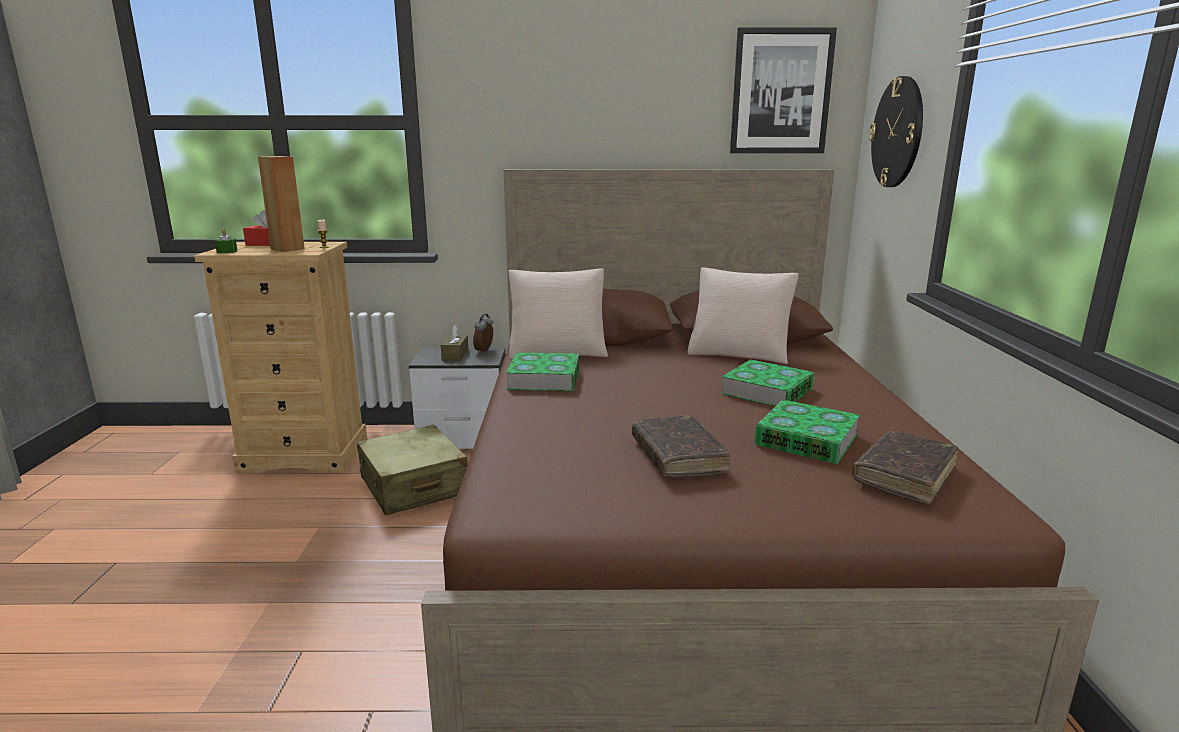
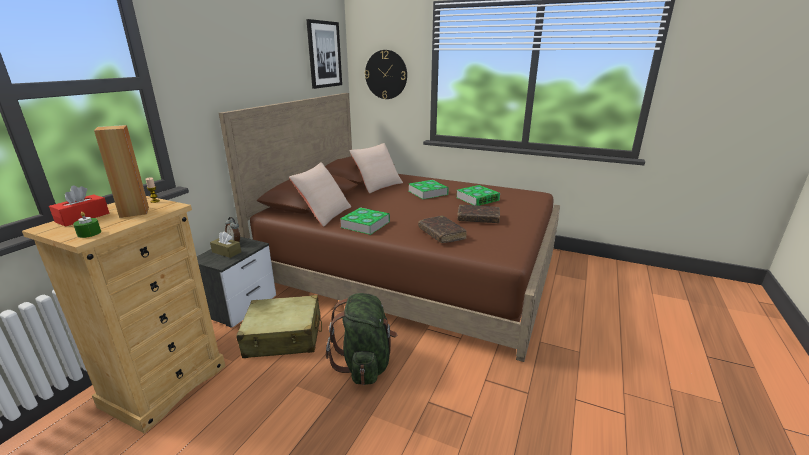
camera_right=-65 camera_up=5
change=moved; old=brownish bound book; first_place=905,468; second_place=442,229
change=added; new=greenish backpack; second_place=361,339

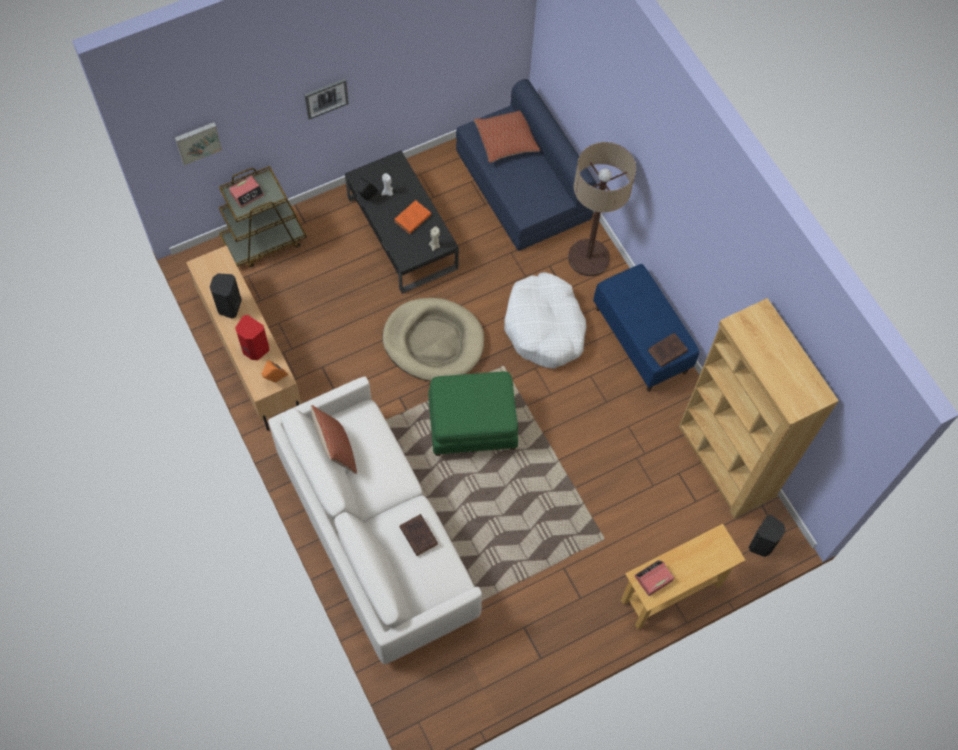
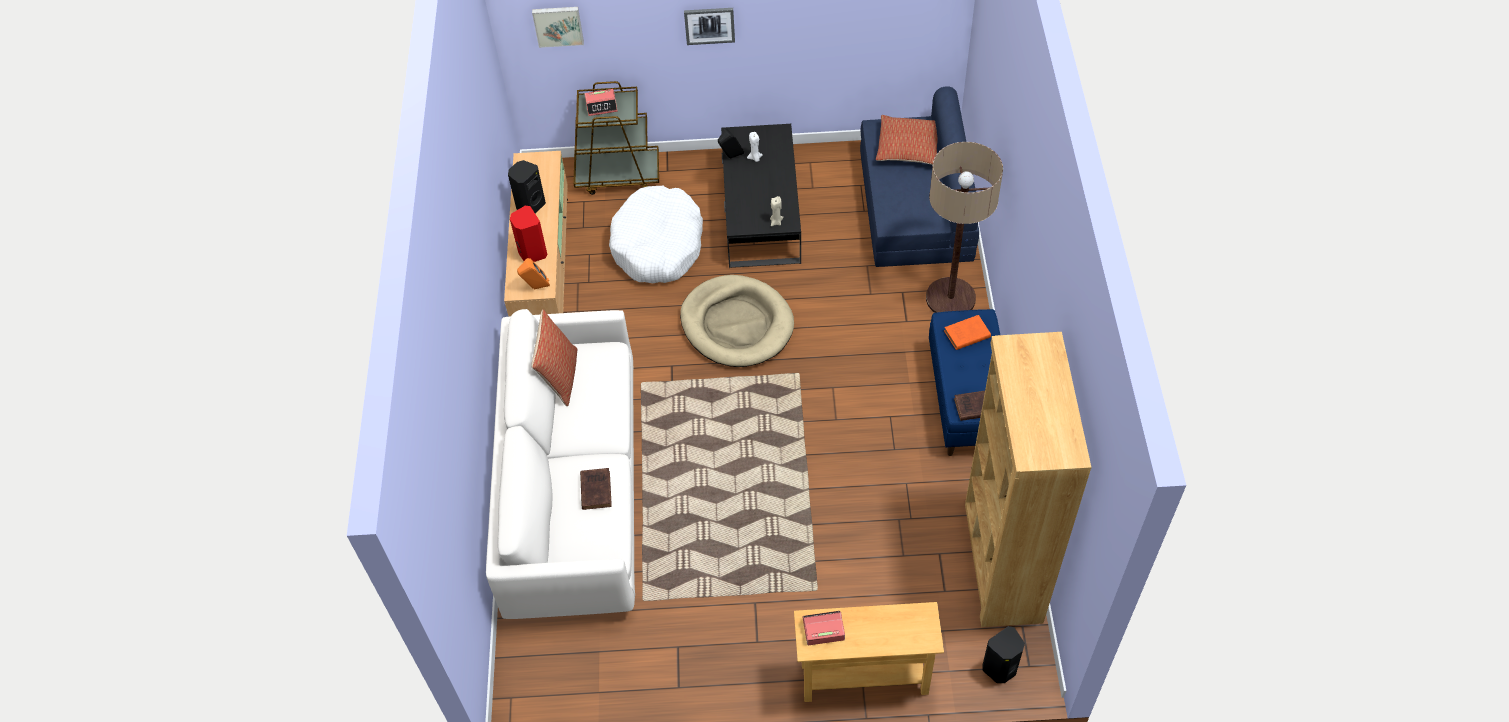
camera_right=30 camera_up=-10
change=moved; old=orange-coloured bound book; first_place=412,217; second_place=967,332
change=removed; old=greenish pouffe; first_place=473,413
change=moved; old=white-coloured dog bed; first_place=545,320; second_place=656,234

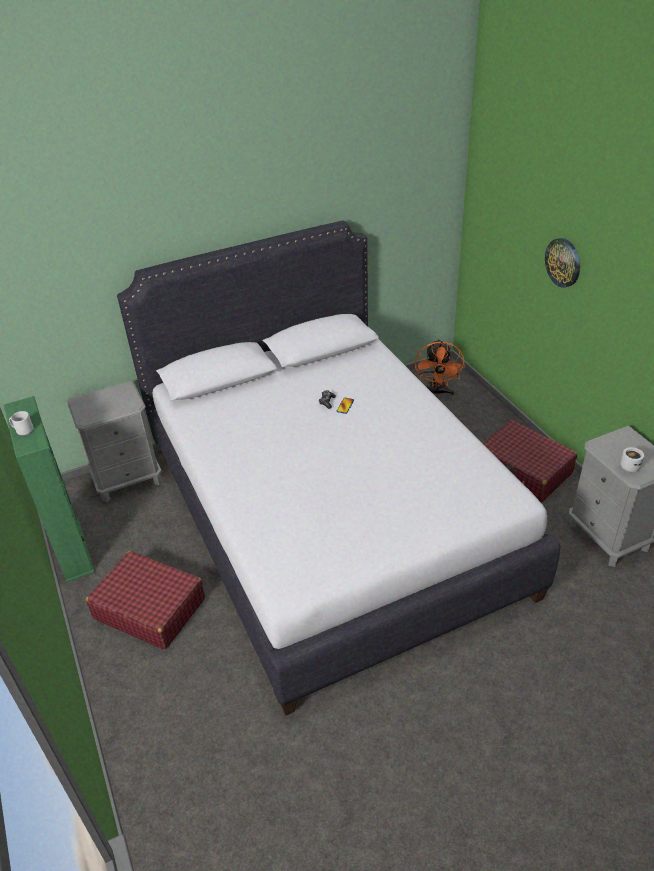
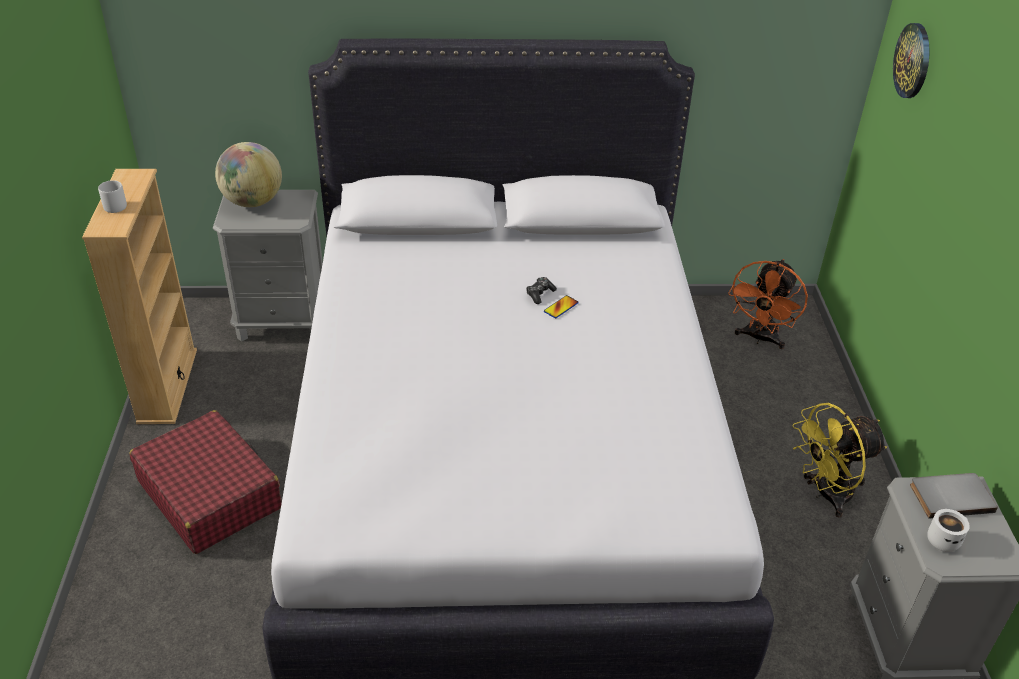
camera_right=20 camera_up=0
change=recoloured; old=greenish shelving unit; new=sand-coloured shelving unit; first_place=49,489; second_place=139,296
change=replaced; old=reddish travel case; new=yellowish cooling fan; first_place=530,461; second_place=839,460
change=moved; old=clock on the wall; first_place=562,263; second_place=911,60
change=added; new=desk globe; second_place=248,174
change=added; new=greyish bound book; second_place=954,496

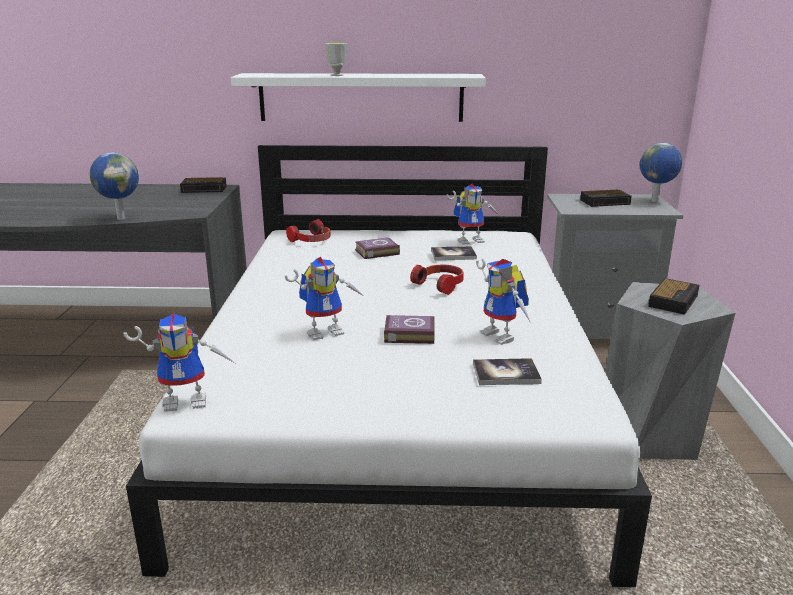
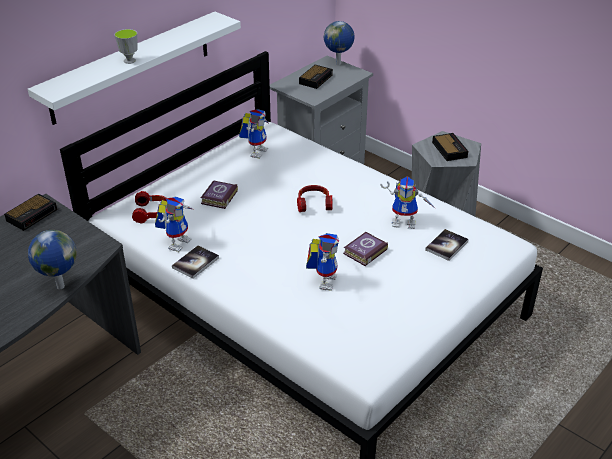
camera_right=-50 camera_up=15
change=moved; old=robot figure; first_place=179,362; second_place=174,224
change=moved; old=bound book; first_place=454,253; second_place=195,262

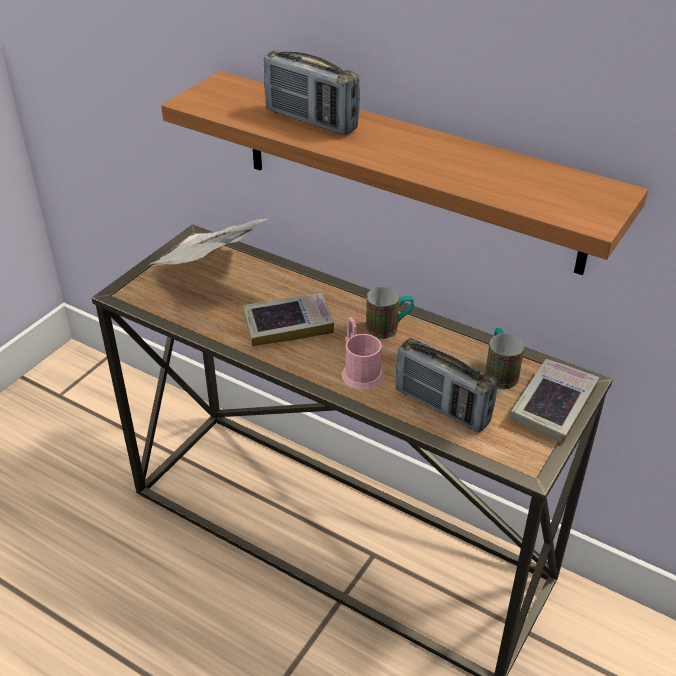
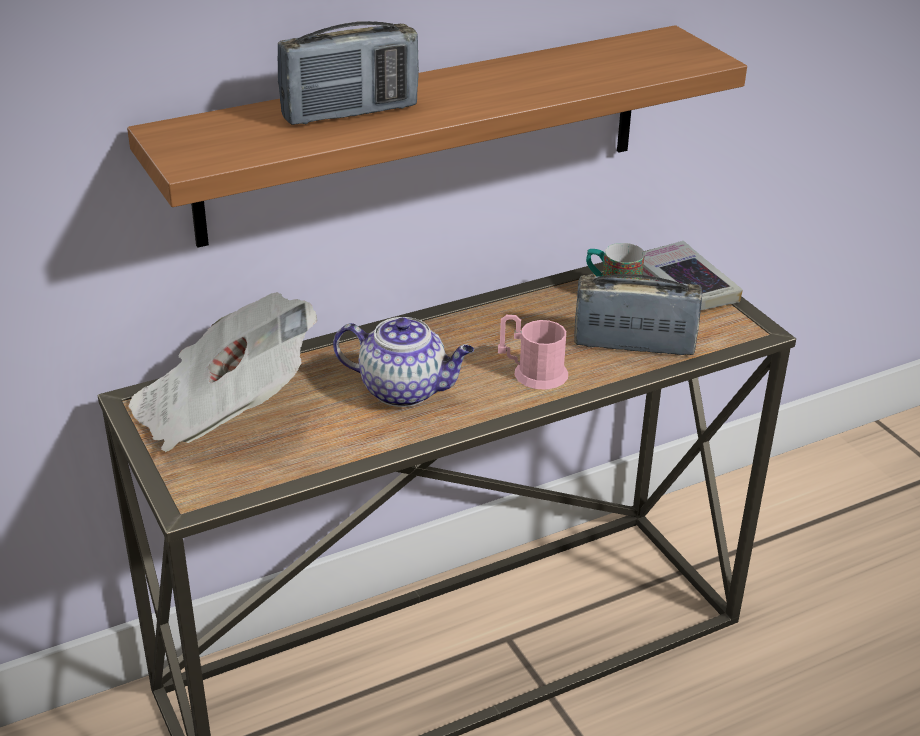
camera_right=-60 camera_up=-5
change=replaced; old=bound book; new=pot for tea; first_place=288,320; second_place=403,362
change=removed; old=tea mug; first_place=390,313
change=turned; old=radio set; first_place=446,385; second_place=638,314; degrees=-150

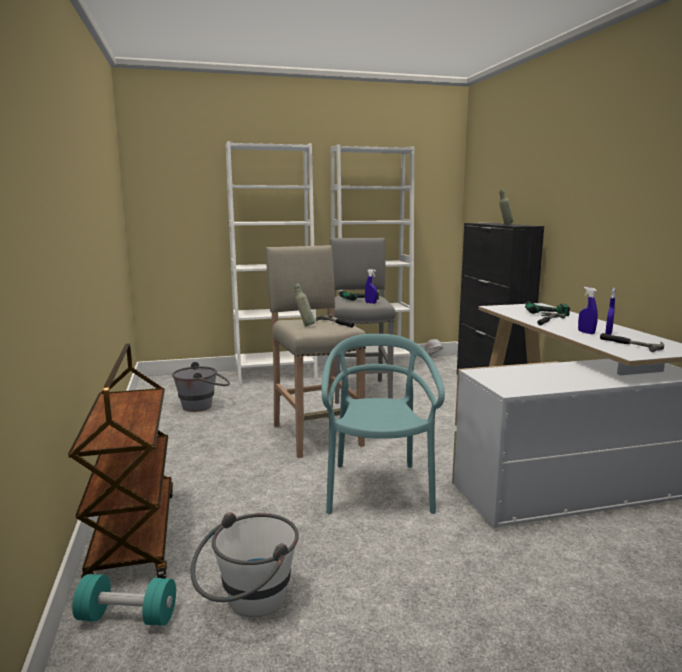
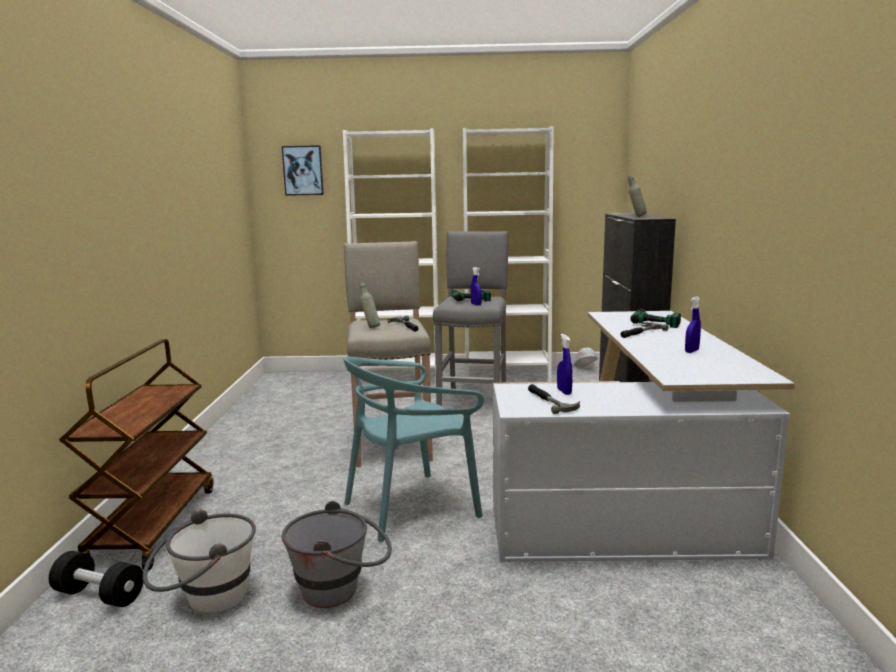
camera_right=15 camera_up=0
change=recoloured; old=blue-green dumbbell; new=black-coloured dumbbell; first_place=124,600; second_place=96,579
change=moved; old=greyish water bucket; first_place=201,387; second_place=337,554
change=turned; old=blue-green chair; first_place=383,424; second_place=413,449; degrees=-135
change=moved; old=blue-coloured spray bottle; first_place=588,310; second_place=565,364
change=moved; old=hand hammer; first_place=632,342; second_place=554,399
change=added; new=picture; second_place=303,170

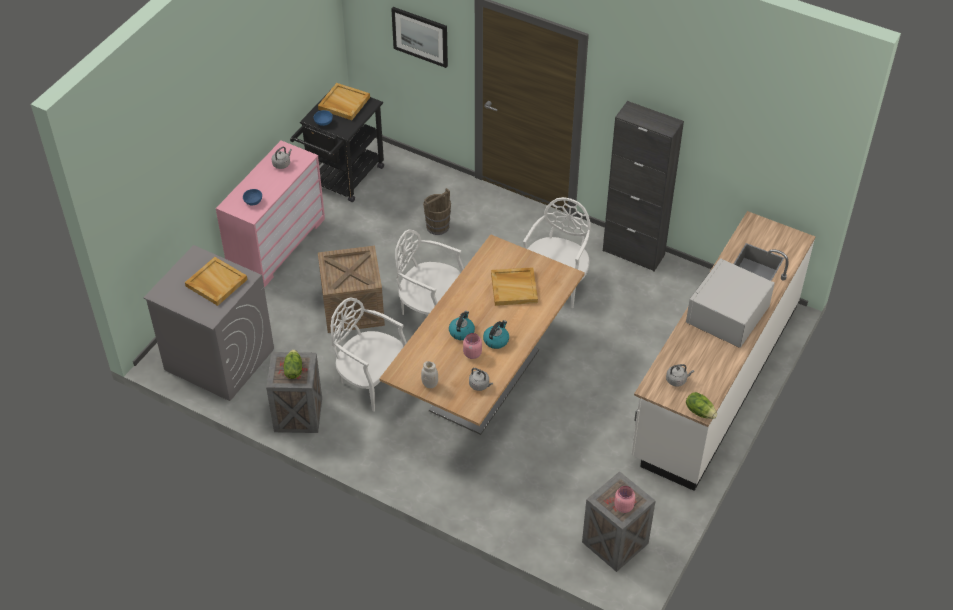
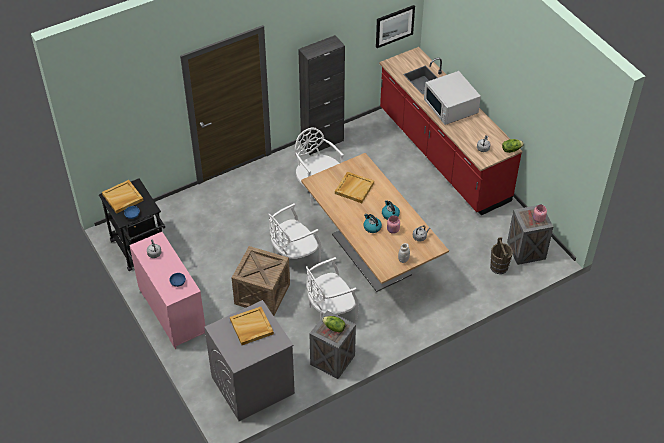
camera_right=-60 camera_up=0
change=moved; old=picture; first_place=419,37; second_place=395,26
change=moved; old=brownish water bucket; first_place=437,211; second_place=501,255
change=recoloured; old=white-coloured kitchen base unit; new=reddish kitchen base unit; first_place=723,351; second_place=450,131

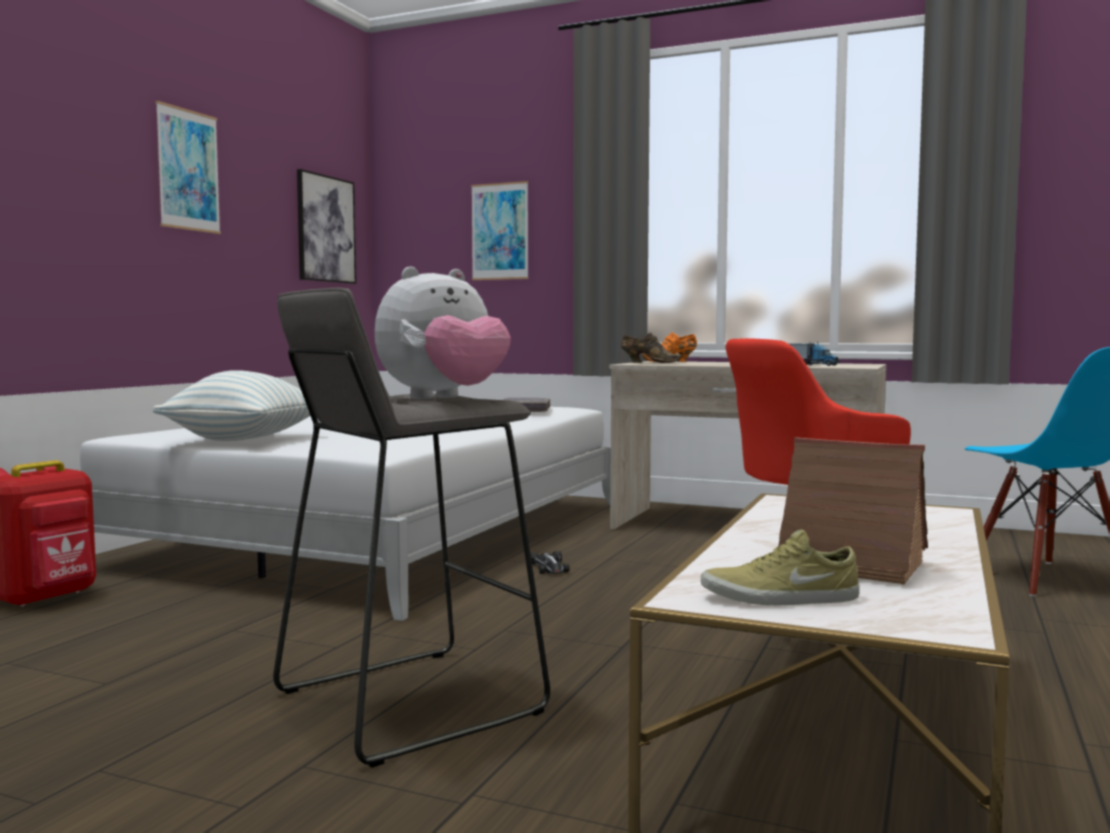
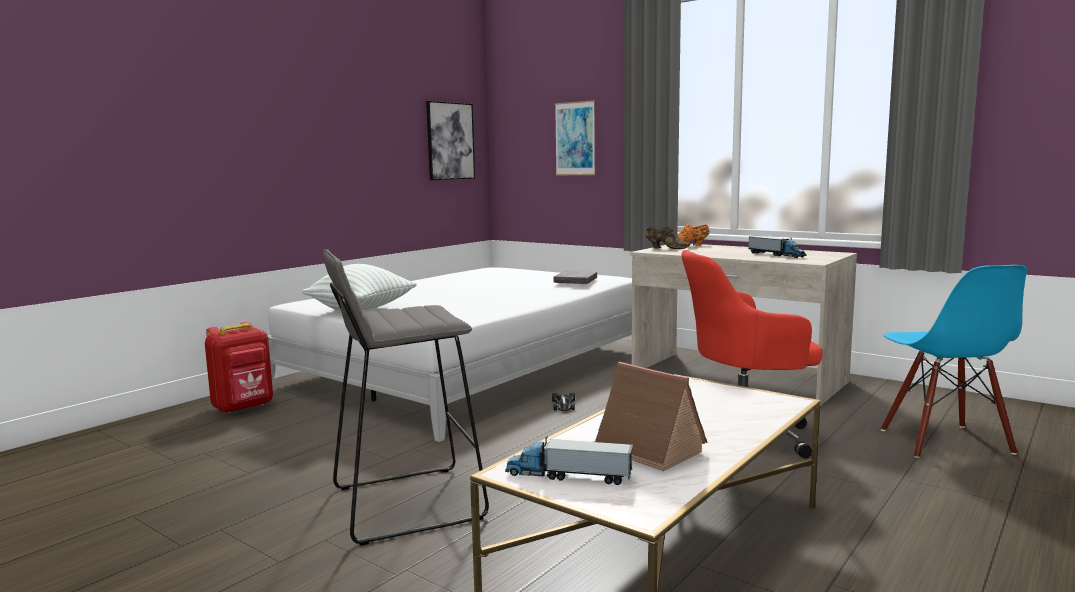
camera_right=15 camera_up=5
change=removed; old=picture; first_place=188,167
change=removed; old=cuddly toy; first_place=443,333
change=replaced; old=sand-coloured item of footwear; new=toy truck; first_place=780,567; second_place=569,460

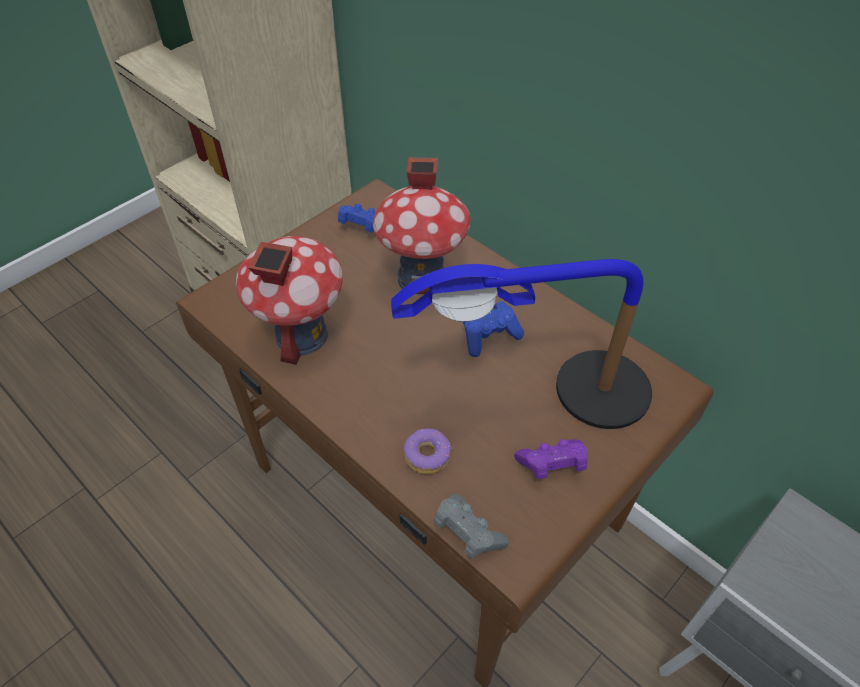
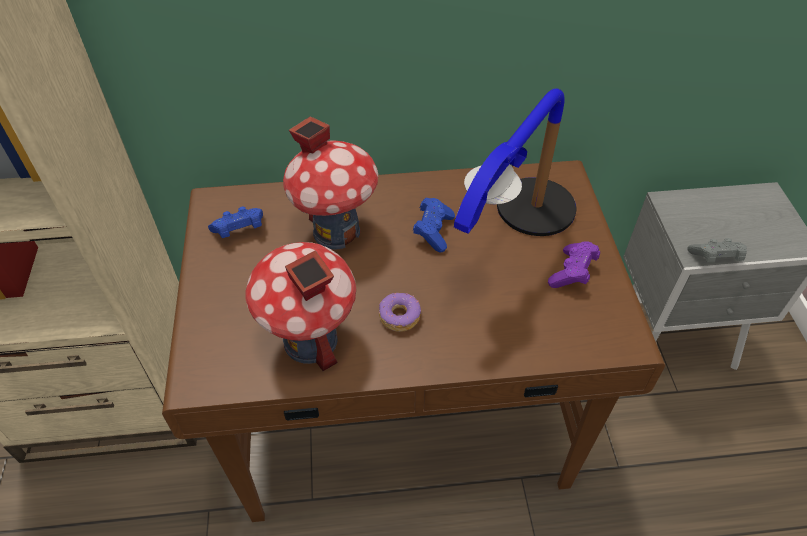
camera_right=-50 camera_up=0
change=moved; old=donut; first_place=427,451; second_place=400,312
change=moved; old=greyish joypad; first_place=471,526; second_place=717,250

